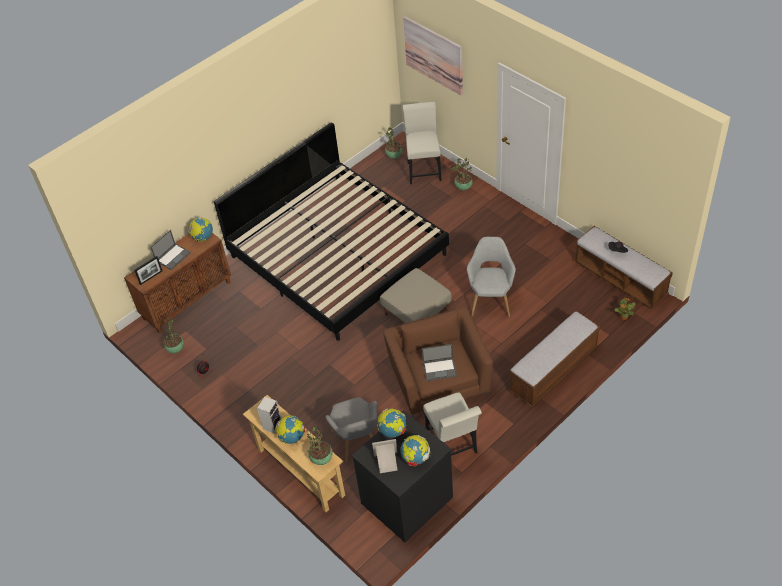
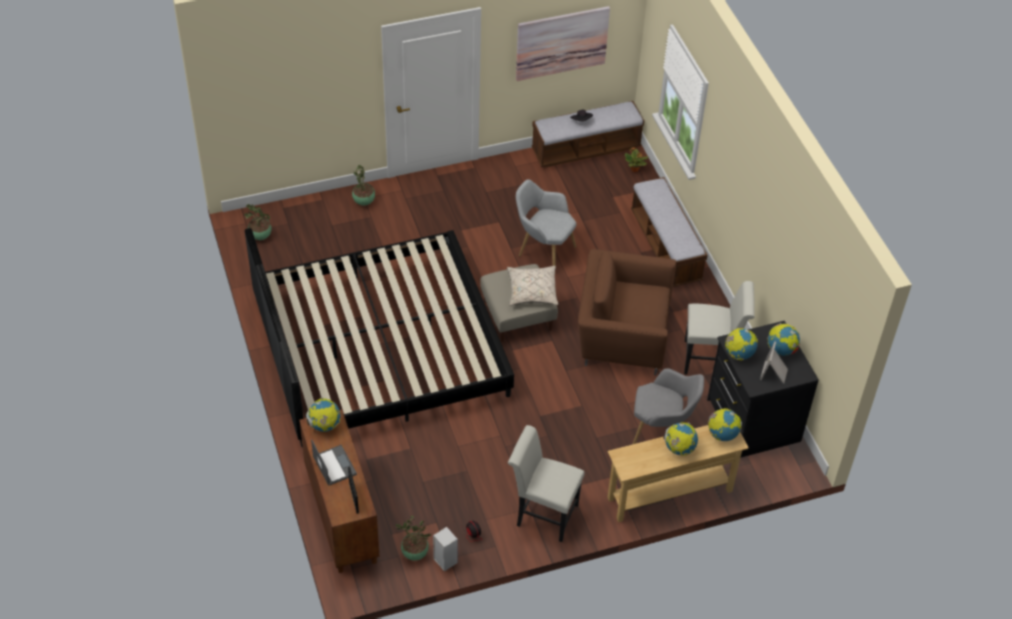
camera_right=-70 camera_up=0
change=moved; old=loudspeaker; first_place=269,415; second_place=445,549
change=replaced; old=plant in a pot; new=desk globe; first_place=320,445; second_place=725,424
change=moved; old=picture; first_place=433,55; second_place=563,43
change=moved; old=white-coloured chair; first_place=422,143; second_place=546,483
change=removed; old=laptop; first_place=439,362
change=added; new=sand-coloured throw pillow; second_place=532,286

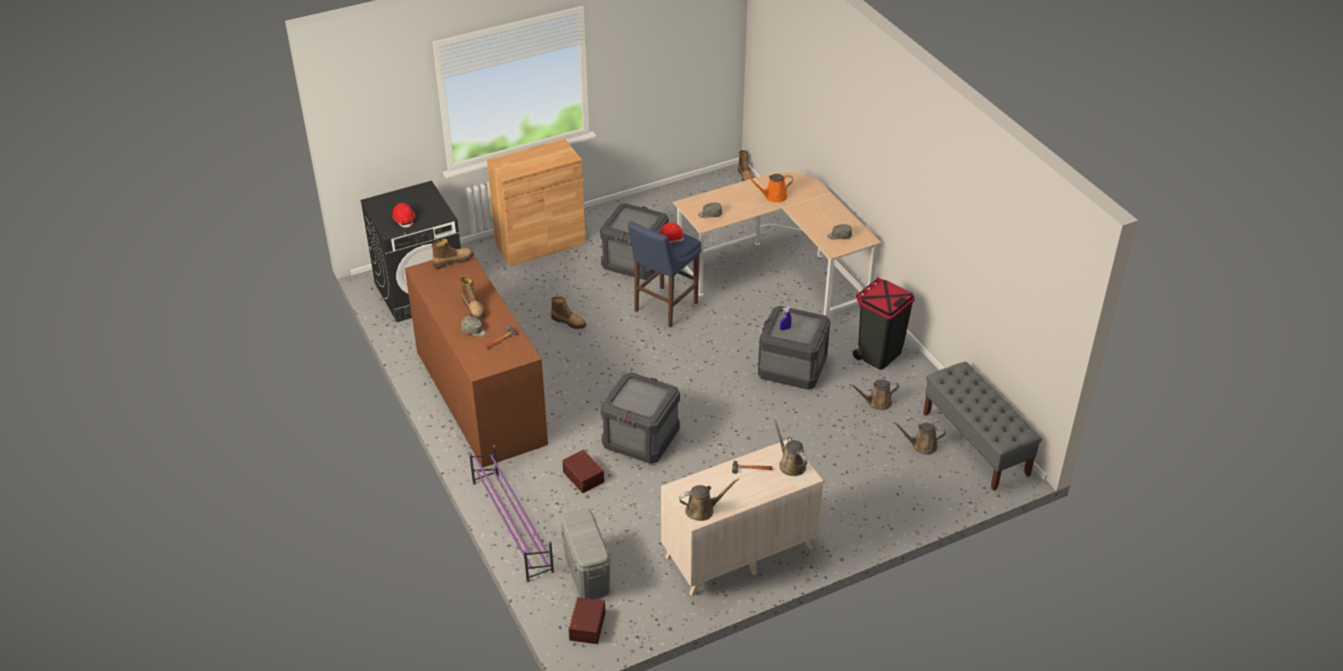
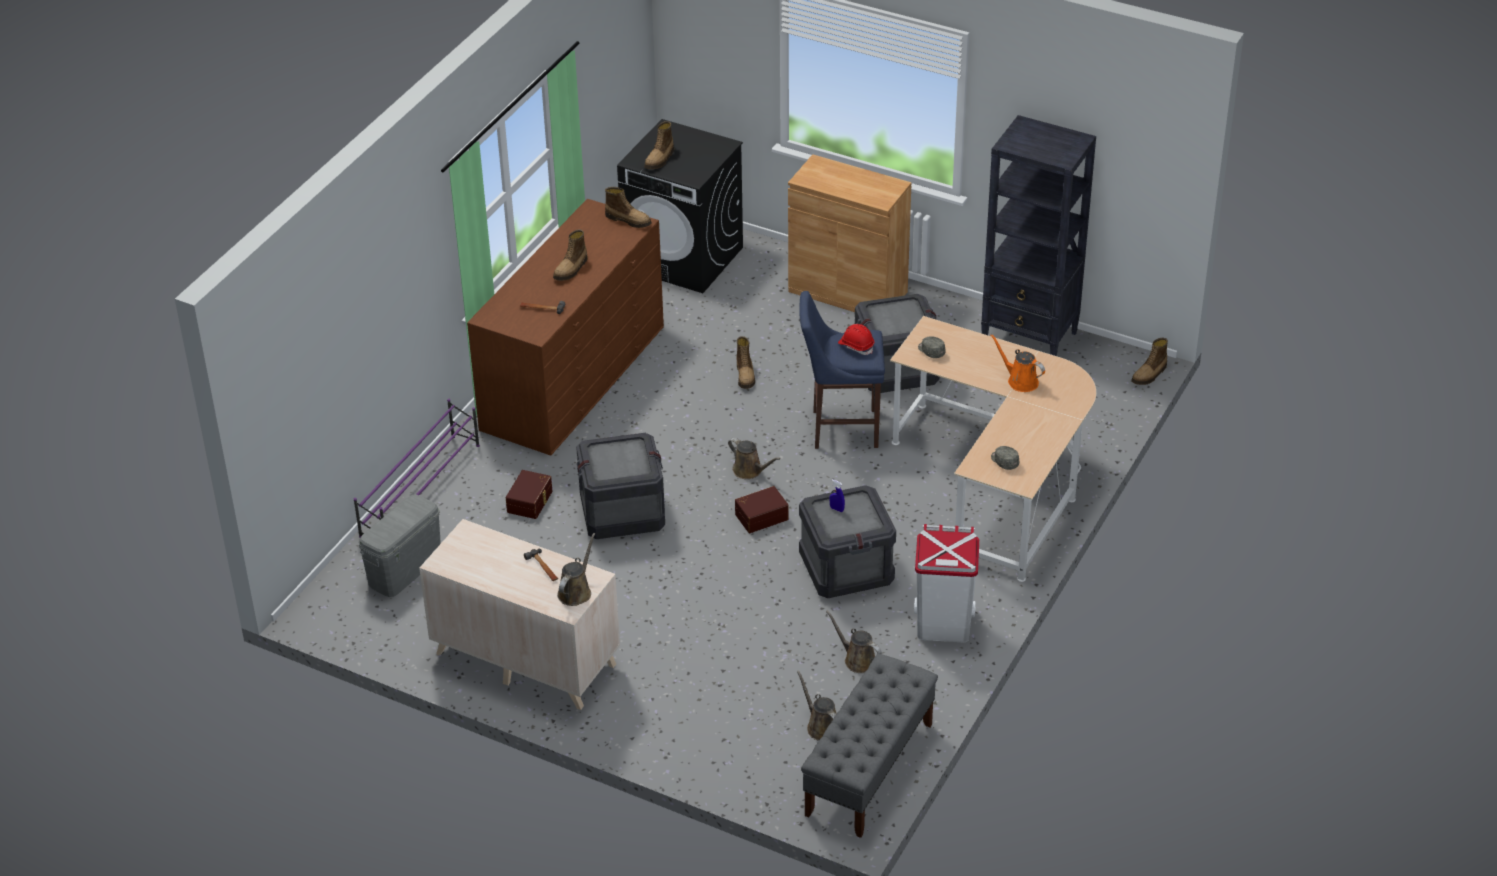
camera_right=55 camera_up=0
change=replaced; old=reddish safety helmet; new=boot; first_place=403,215; second_place=659,145
change=removed; old=greyish baseball cap; first_place=474,326
change=moved; old=brownish storage bin; first_place=587,620; second_place=761,509
change=moved; old=brownish sprinkling can; first_place=709,499; second_place=754,458
change=recoloured; old=black-coloured trash can; new=white-coloured trash can; first_place=884,323; second_place=946,583
change=added; new=black-coloured shelving unit; second_place=1038,235

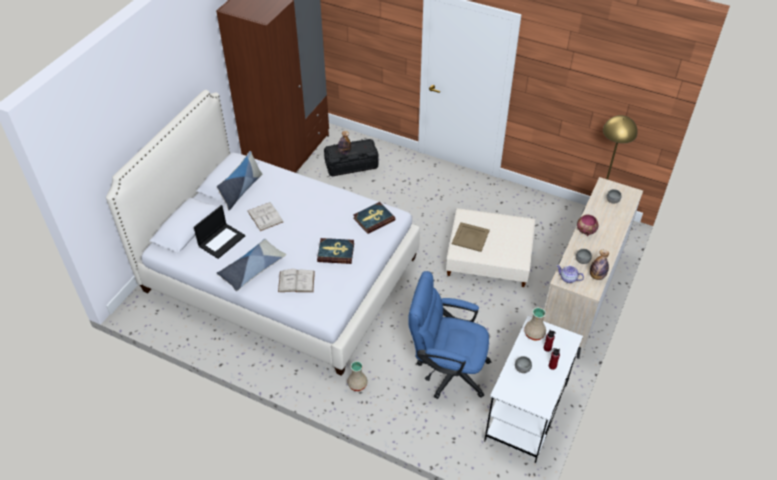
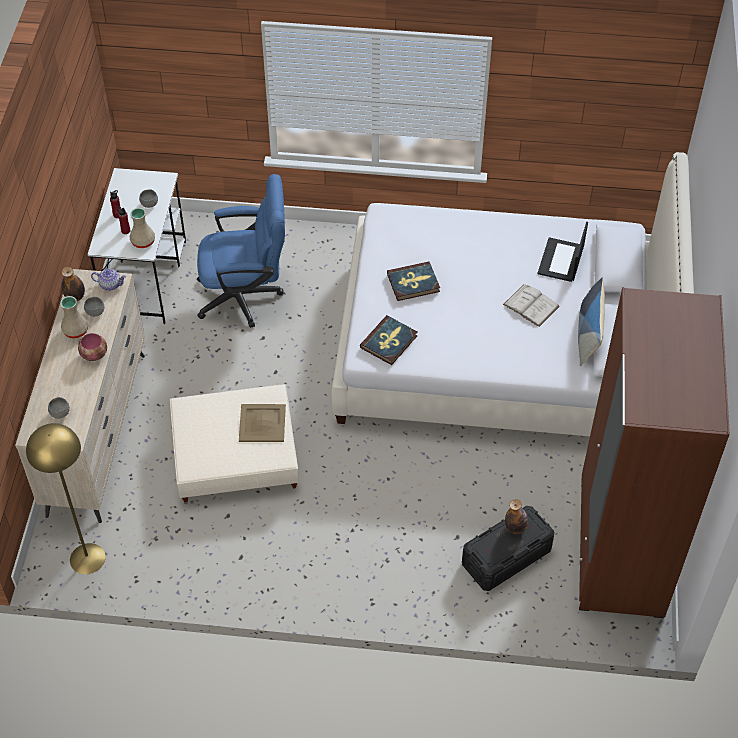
camera_right=160 camera_up=5
change=removed; old=throw pillow; first_place=251,265
change=removed; old=white-coloured bound book; first_place=296,280
change=moved; old=sand-coloured vase; first_place=357,376; second_place=74,317

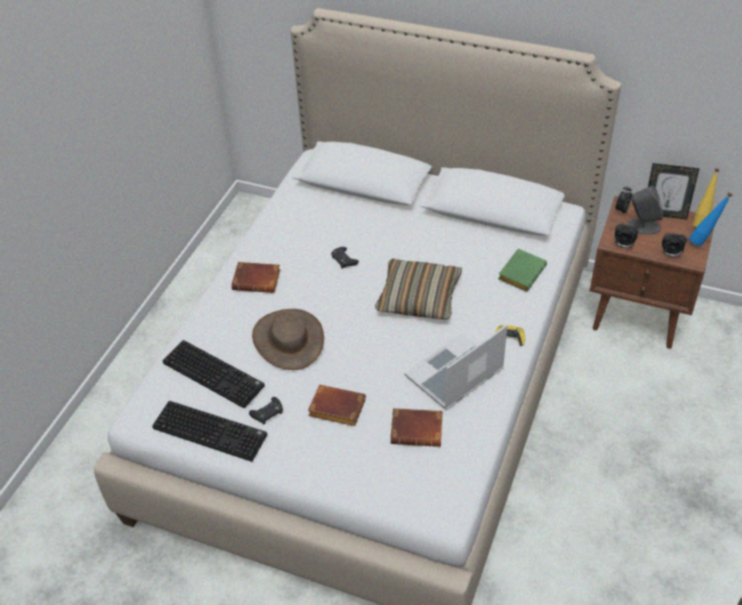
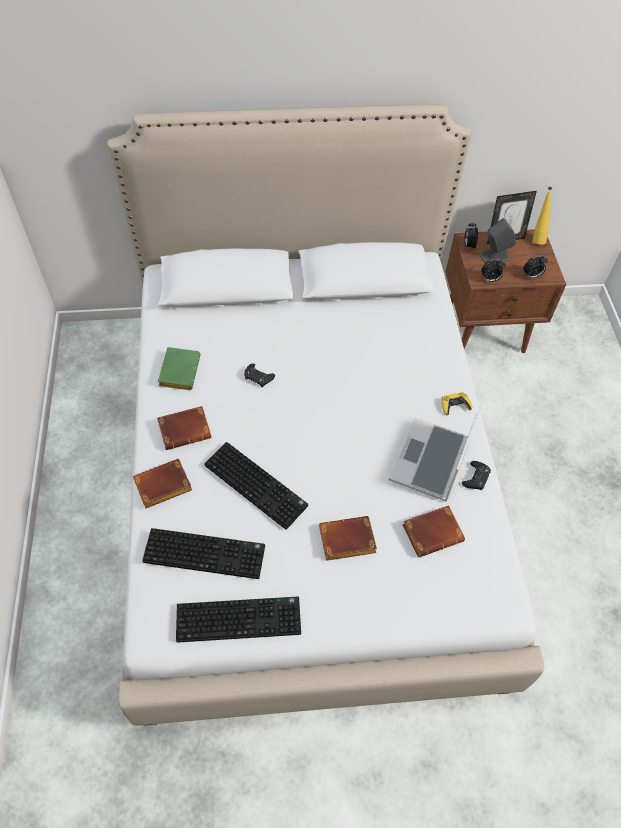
camera_right=-30 camera_up=10
change=moved; old=black-coloured joypad; first_place=266,410; second_place=476,475
change=replaced; old=brownish wearable hat; new=keyboard; first_place=288,339; second_place=256,486
change=removed; old=throw pillow; first_place=418,289
change=moved; old=greenish bound book; first_place=522,270; second_place=179,368
change=removed; old=blue-coloured beverage bottle; first_place=710,219
change=added; new=brownish bound book; second_place=162,484

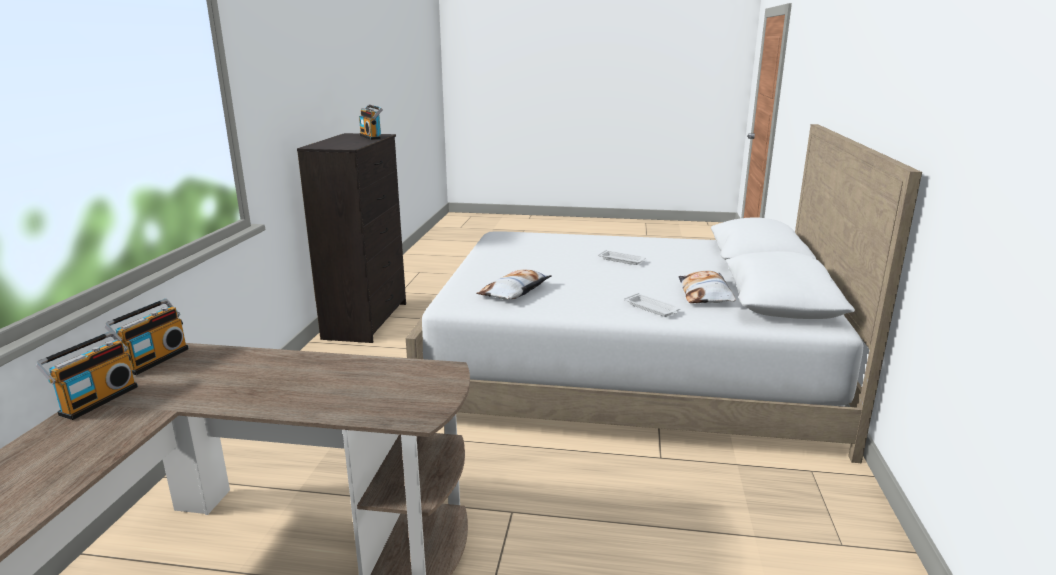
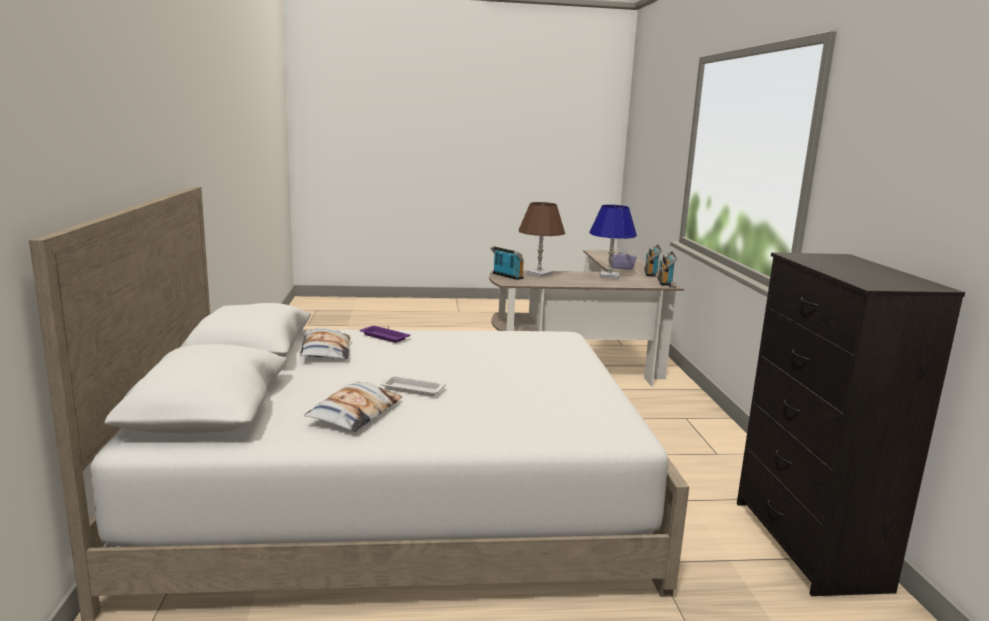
camera_right=165 camera_up=-5
change=moved; old=radio set; first_place=371,122; second_place=507,263
change=moved; old=throw pillow; first_place=514,284; second_place=353,407
change=recoloured; old=white-coloured carrying tray; new=purplish carrying tray; first_place=652,305; second_place=385,334
change=added; new=brownish lamp for a table; second_place=542,239
change=added; new=blue-coloured lamp for a table; second_place=613,242
change=added; new=purplish box of tissues; second_place=624,258

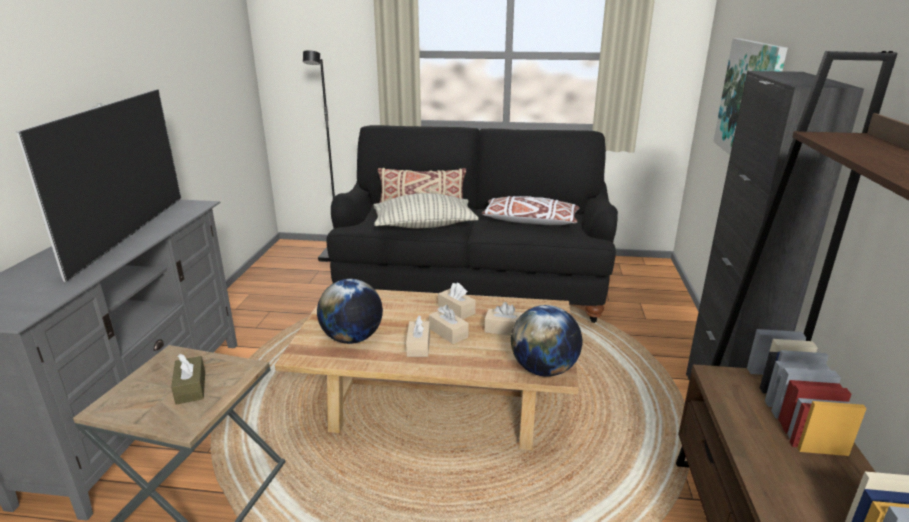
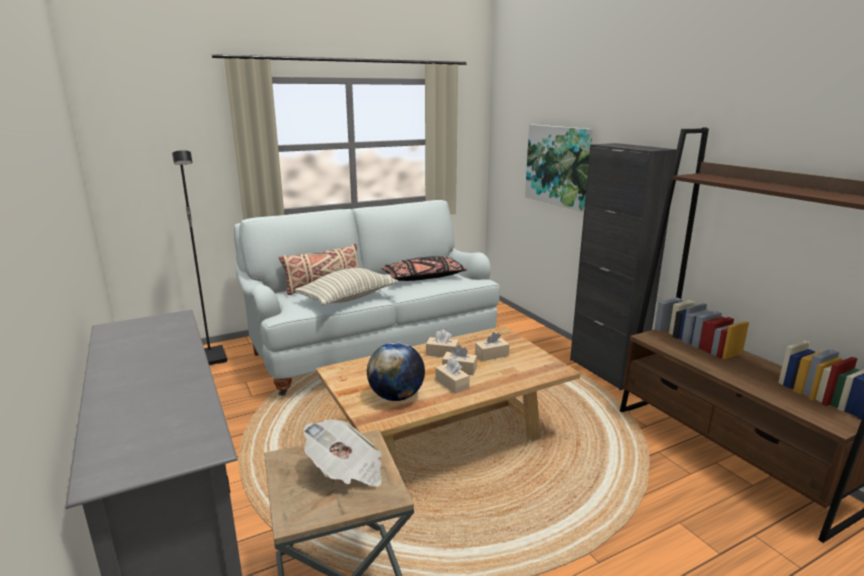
camera_right=-35 camera_up=-5
change=removed; old=television; first_place=98,185
change=replaced; old=brownish box of tissues; new=newspaper; first_place=188,379; second_place=342,453
change=recoloured; old=black-coloured couch; new=white-coloured couch; first_place=472,224; second_place=367,298
change=recoloured; old=white-coloured throw pillow; new=black-coloured throw pillow; first_place=531,210; second_place=424,268
change=removed; old=desk globe; first_place=546,341

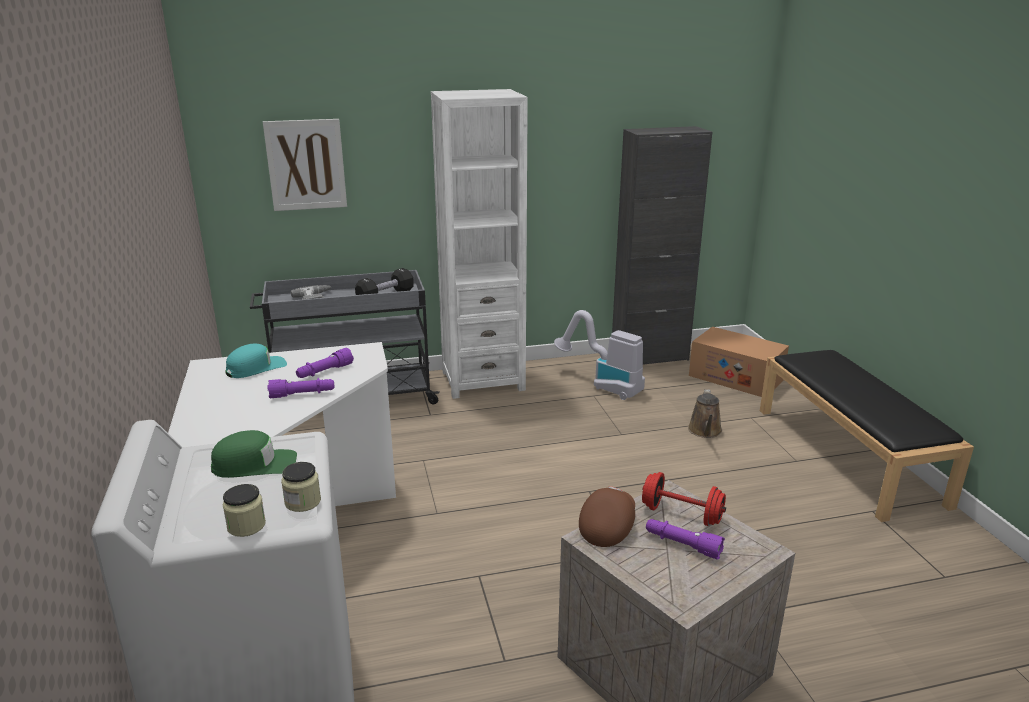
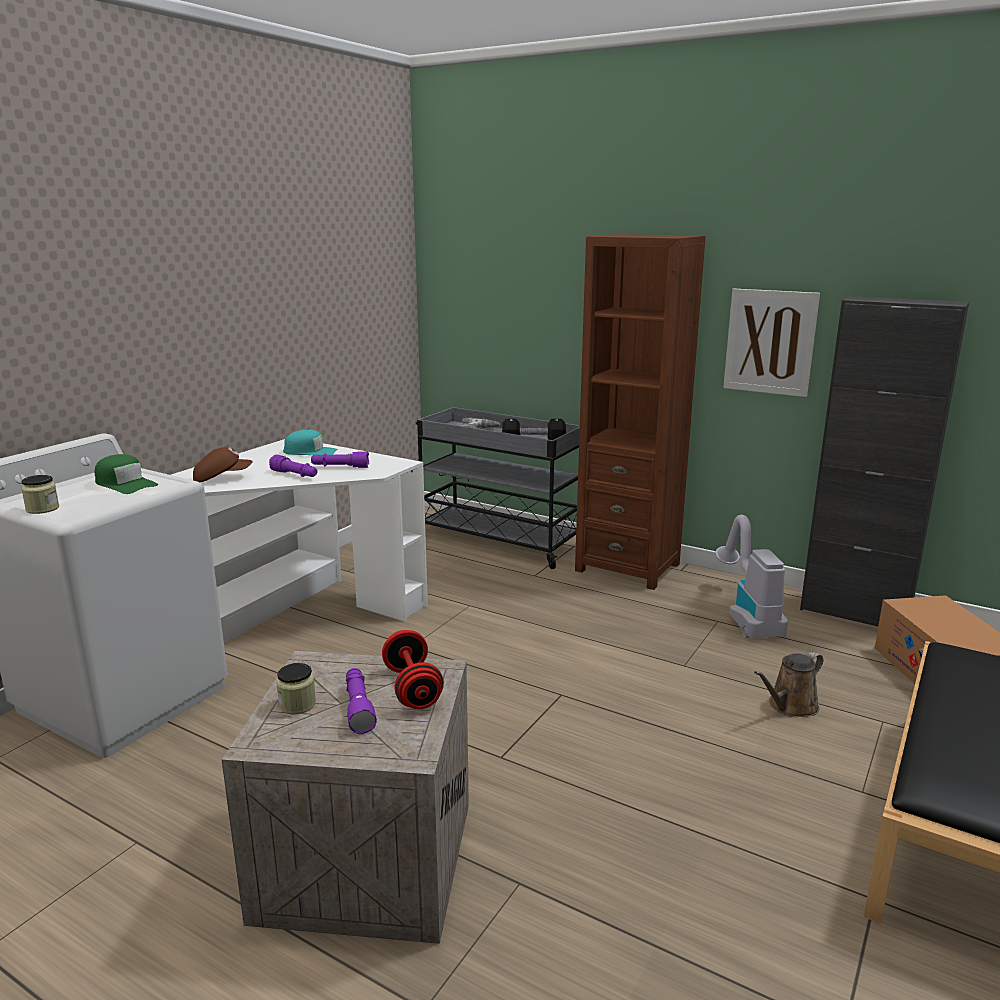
camera_right=45 camera_up=-5
change=moved; old=picture; first_place=305,165; second_place=771,342
change=moved; old=storage jar; first_place=301,487; second_place=296,688
change=recoloured; old=white-coloured shelving unit; new=brownish shelving unit; first_place=479,244; second_place=640,412
change=moved; old=brownish baseball cap; first_place=607,516; second_place=223,464

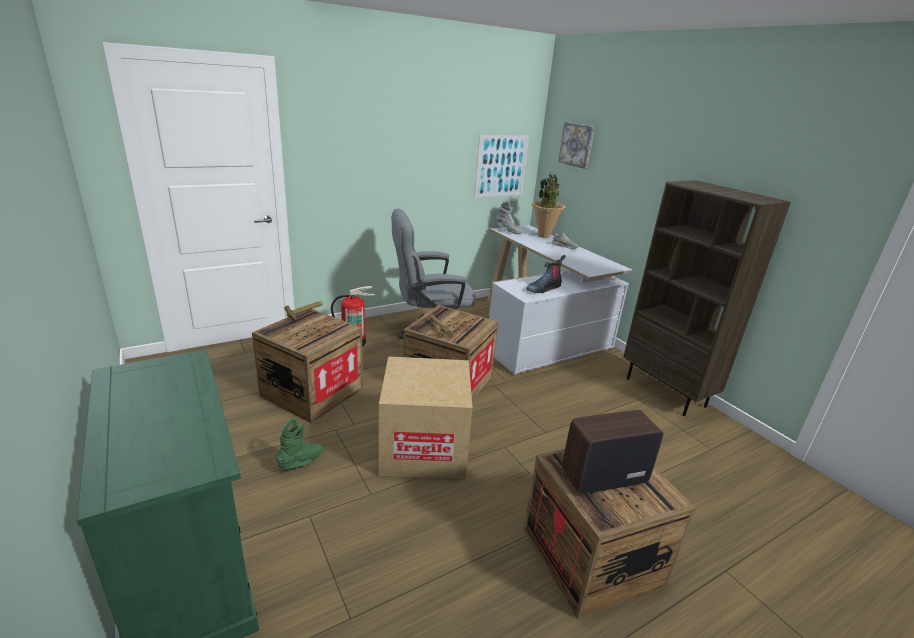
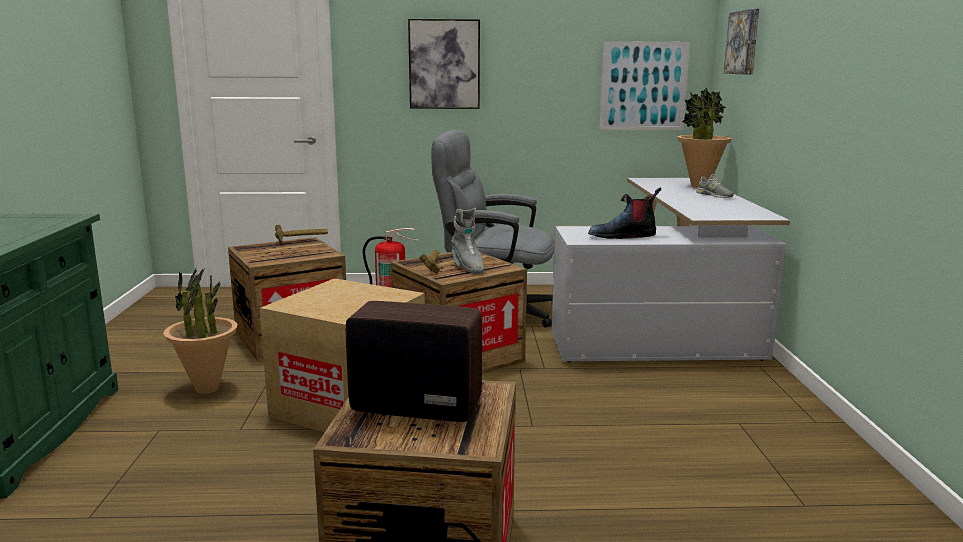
camera_right=30 camera_up=-10
change=replaced; old=greenish boot; new=plant in a pot; first_place=299,443; second_place=200,330
change=moved; old=greyish boot; first_place=509,217; second_place=468,241
change=removed; old=brownish shelving unit; first_place=707,298
change=added; new=picture; second_place=444,64

